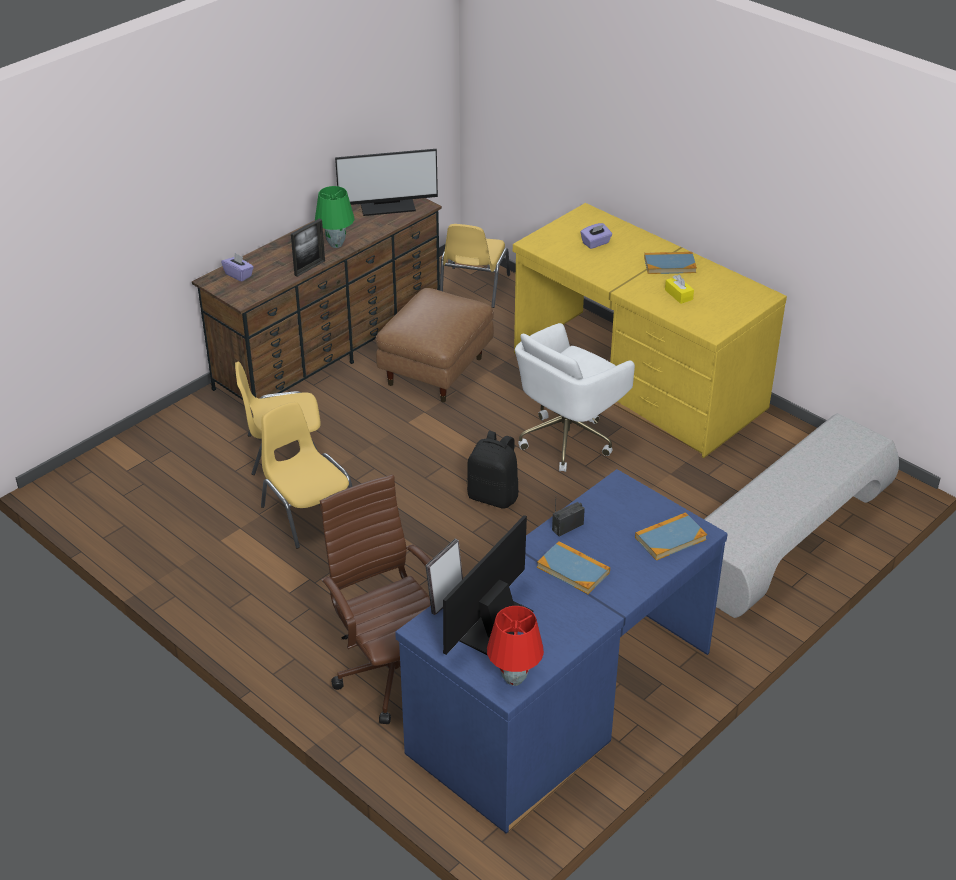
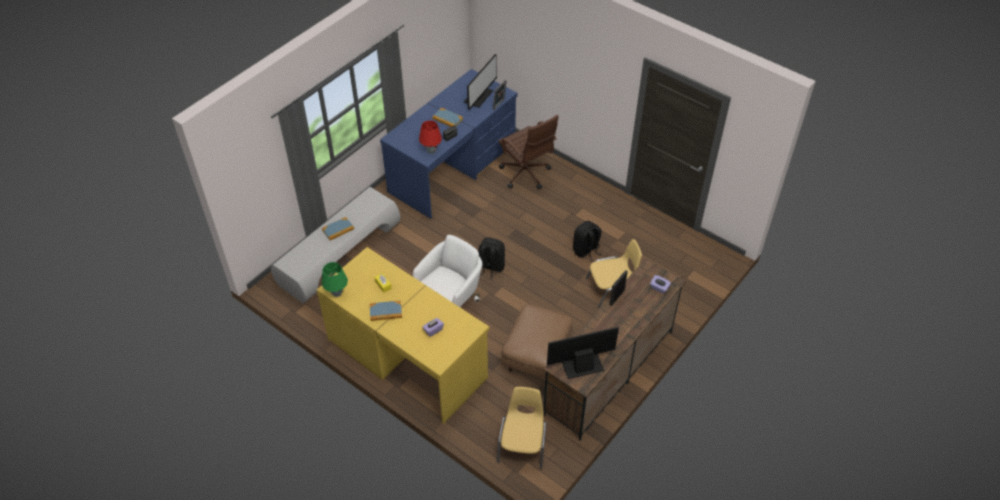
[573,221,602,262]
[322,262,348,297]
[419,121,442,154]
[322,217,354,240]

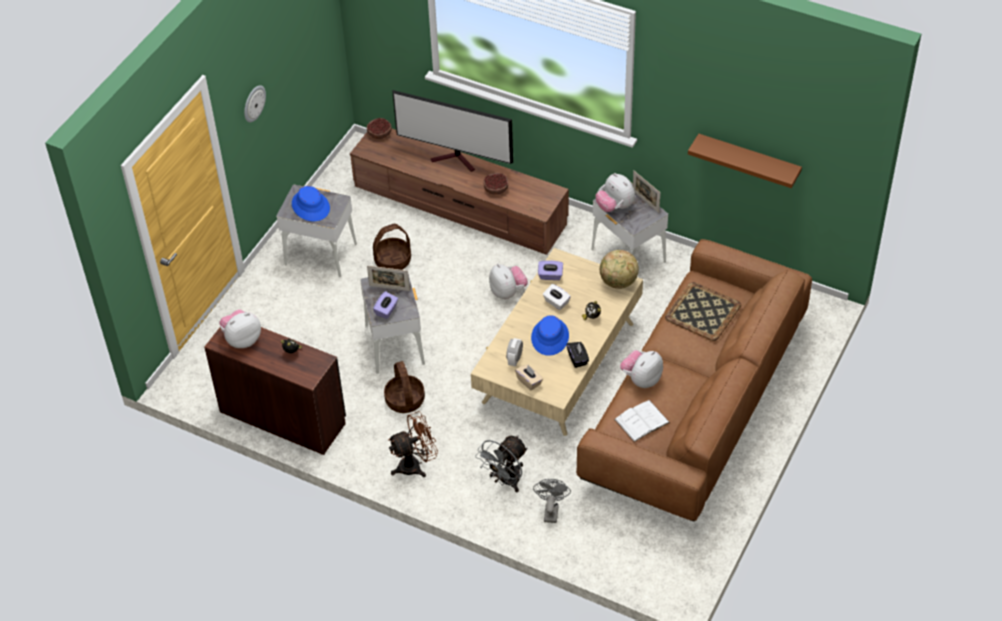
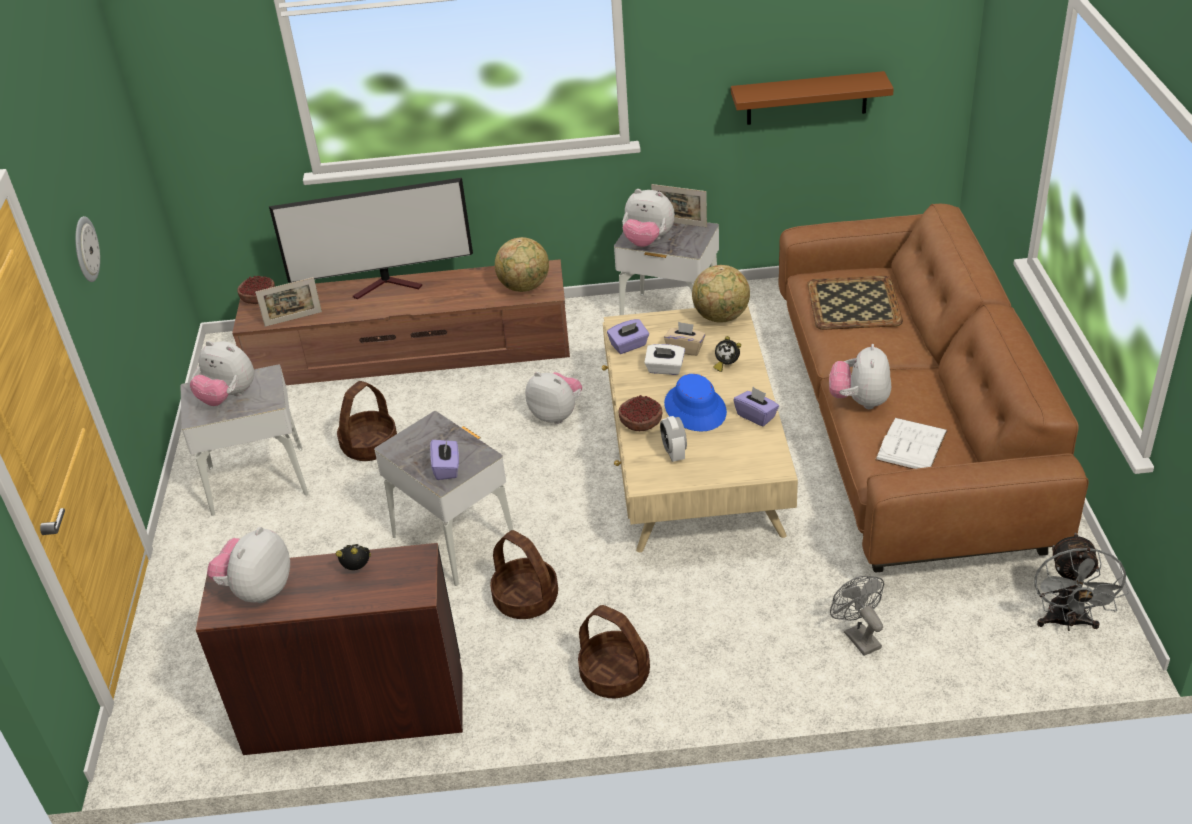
[190,341,254,406]
[255,277,322,327]
[578,605,650,698]
[1034,532,1129,631]
[619,395,662,431]
[664,322,706,356]
[734,387,779,427]
[495,237,549,292]

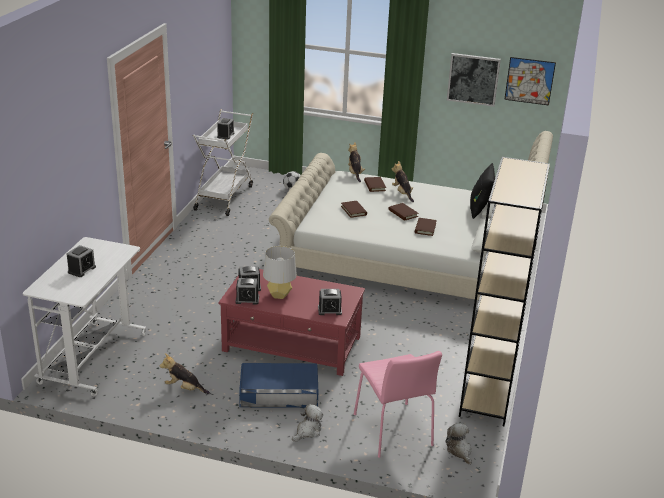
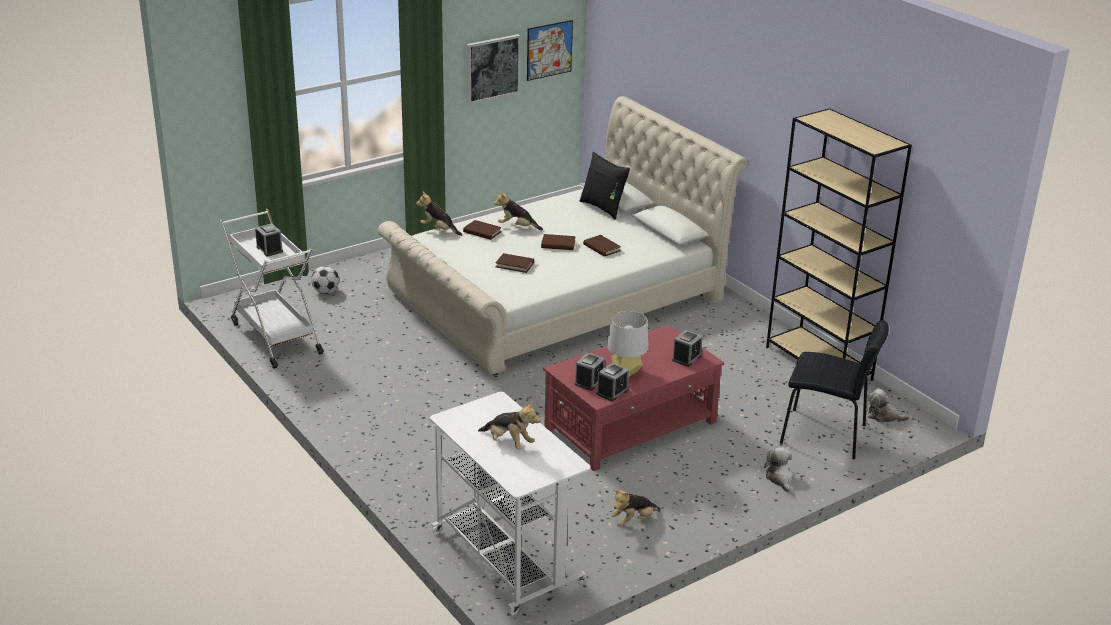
[478,401,540,449]
[239,363,318,408] (first image)
[780,320,889,459]

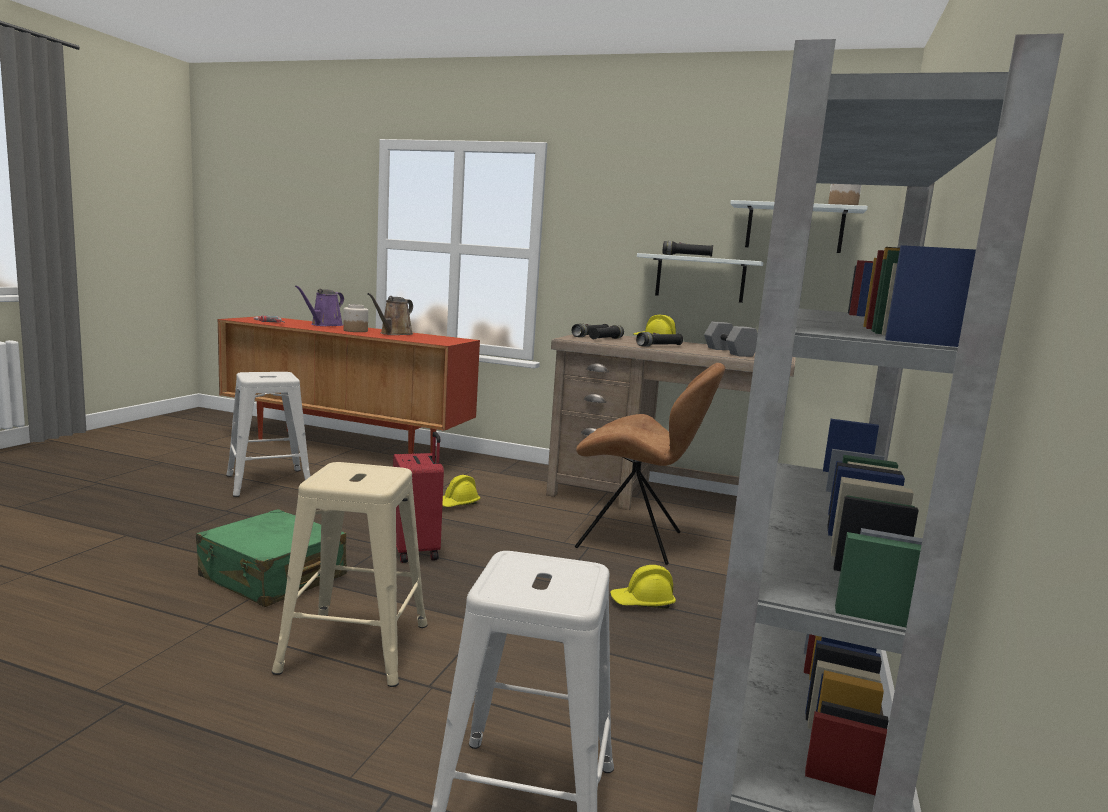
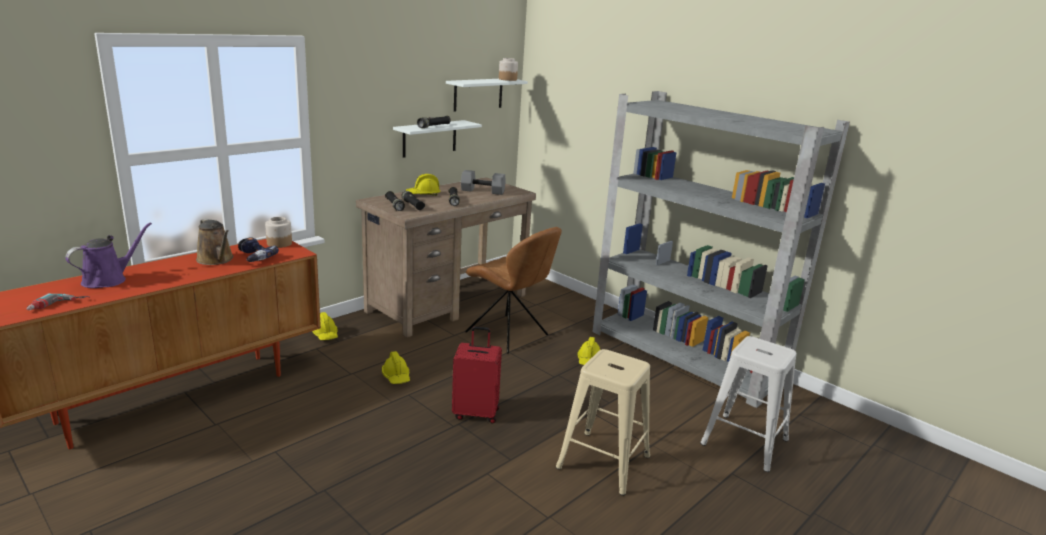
[196,509,347,607] (first image)
[226,372,310,497] (first image)
[66,222,152,288]
[265,217,292,248]
[465,227,562,354]
[238,237,279,262]
[312,312,338,340]

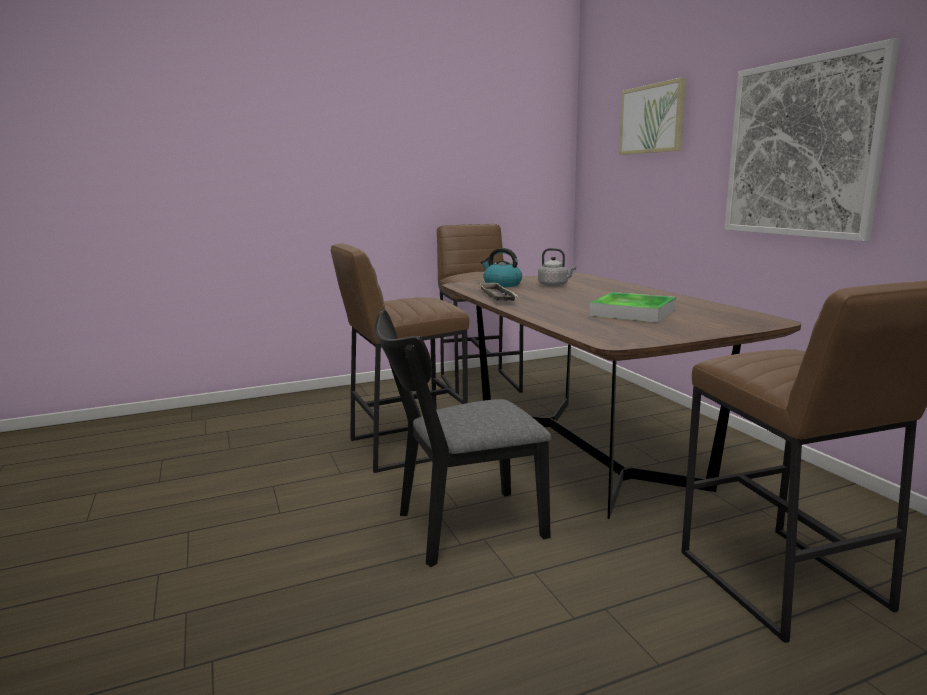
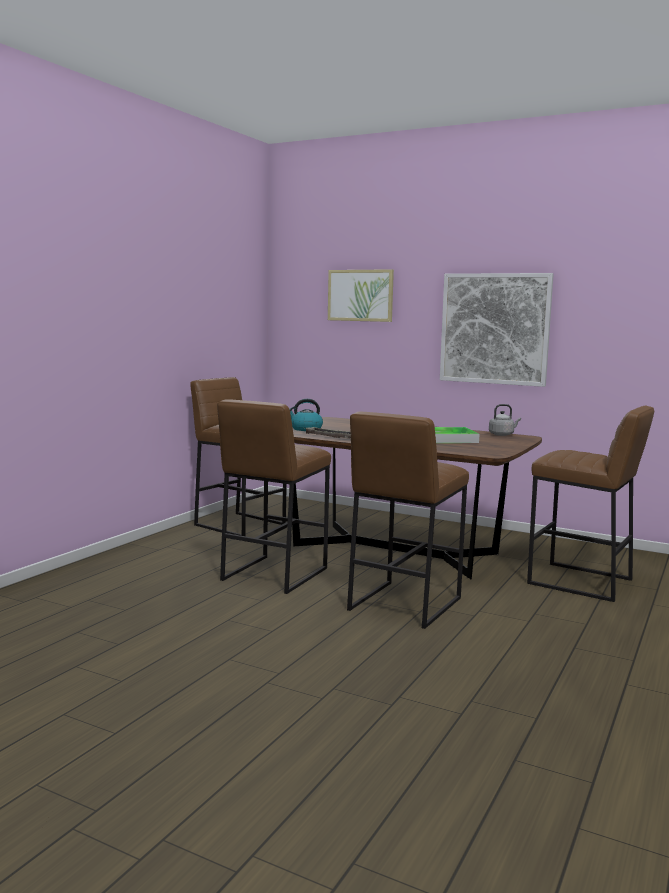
[347,412,469,629]
[489,404,521,436]

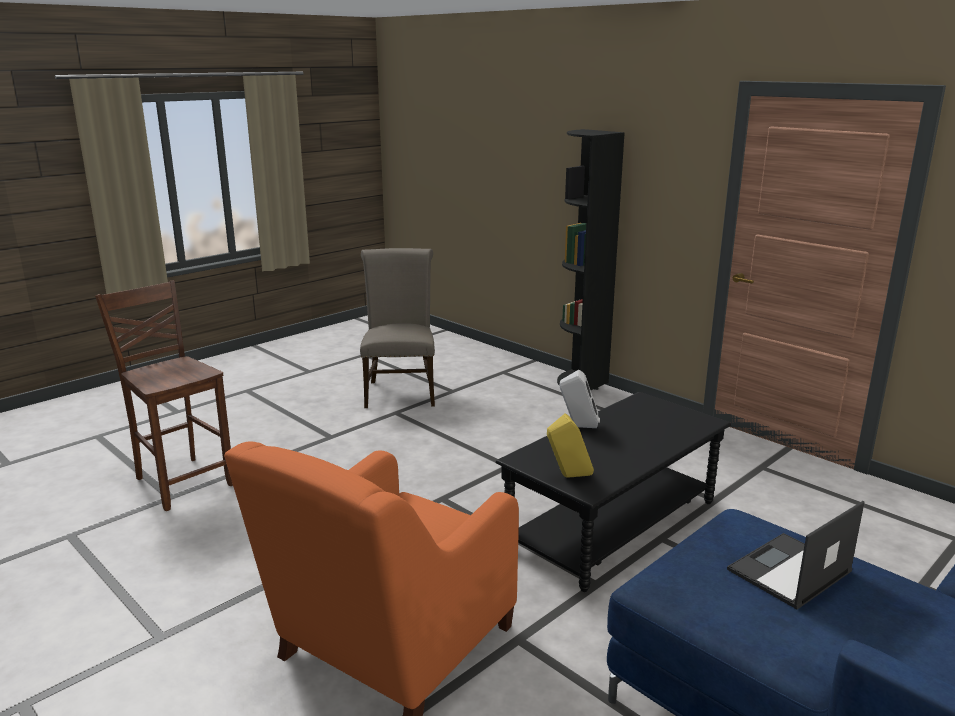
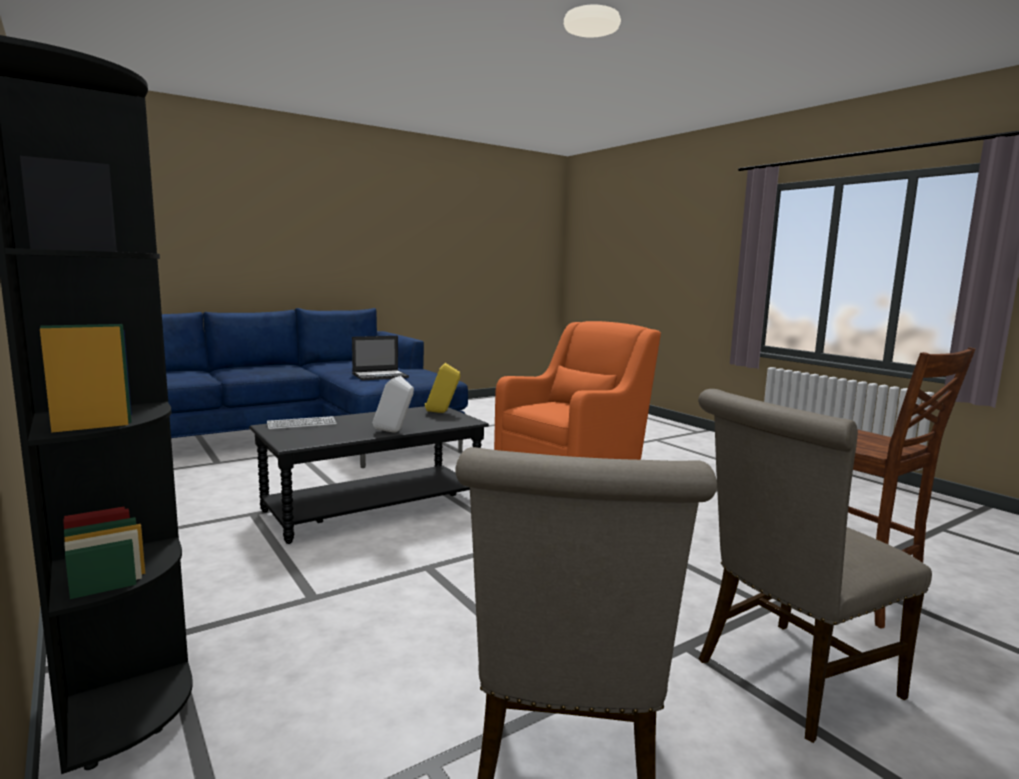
[267,416,337,430]
[698,389,932,743]

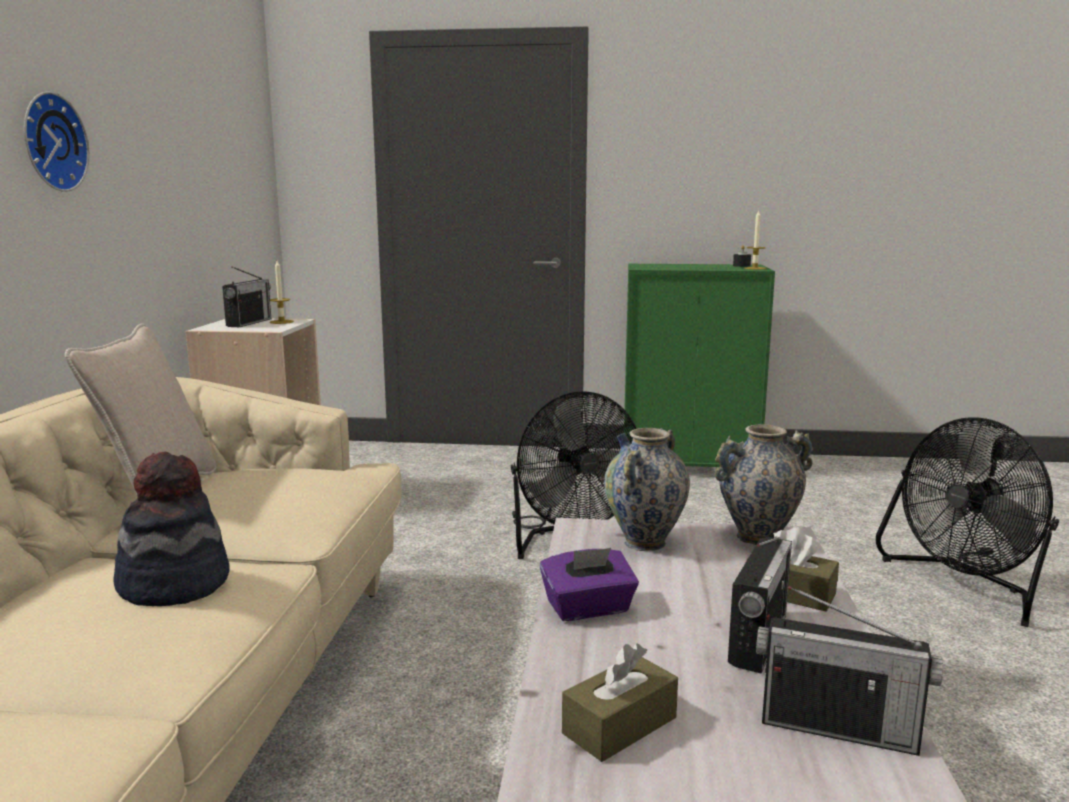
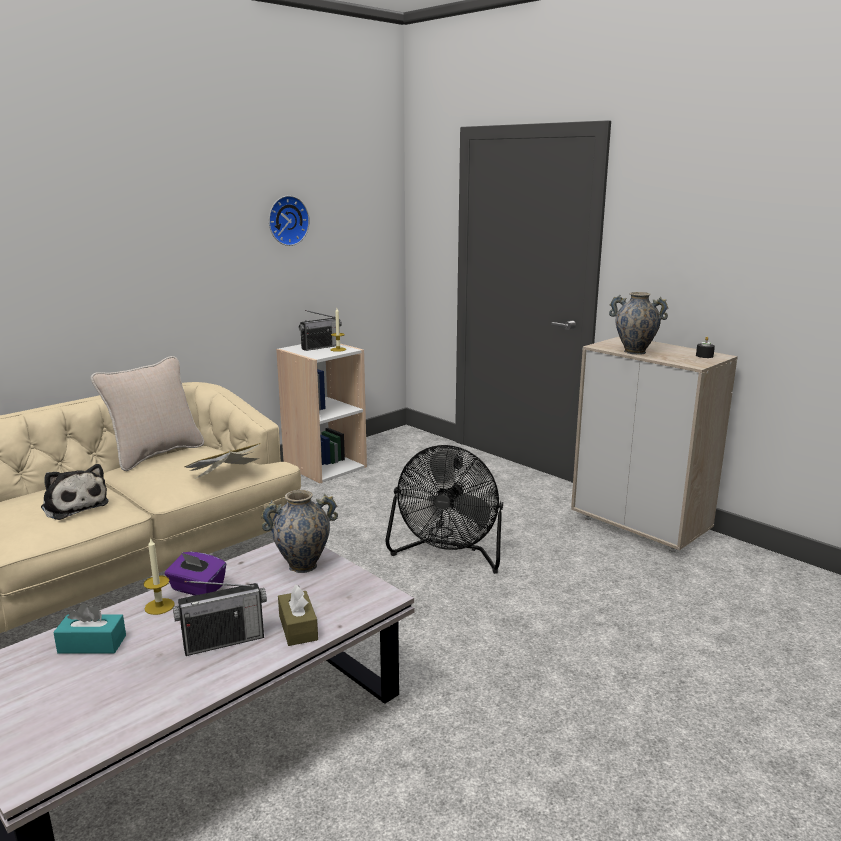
[269,195,310,246]
[41,464,109,520]
[53,603,126,654]
[571,337,738,552]
[609,292,669,355]
[143,537,175,615]
[756,586,943,756] (first image)
[876,417,1059,627] (first image)
[184,443,261,479]

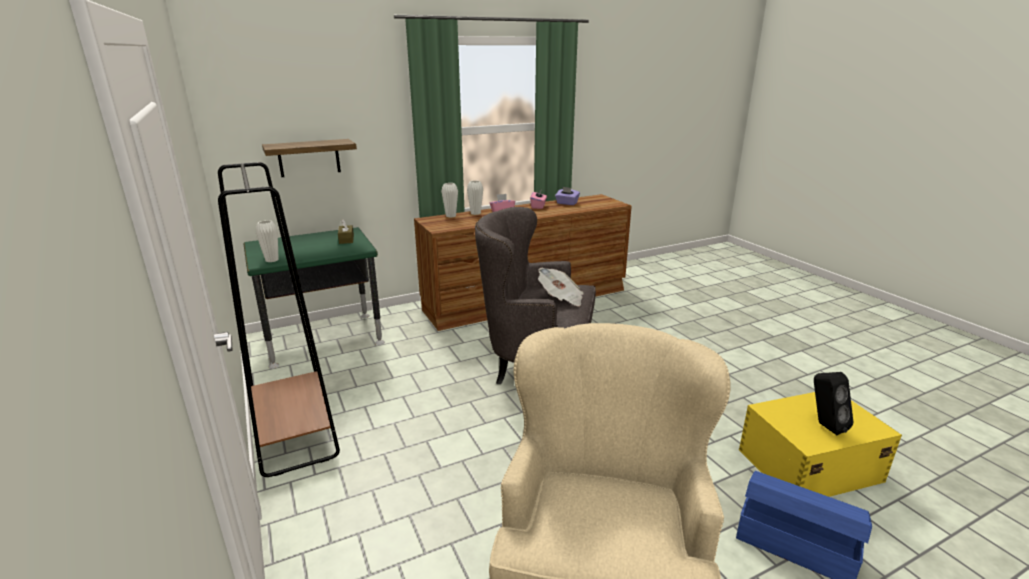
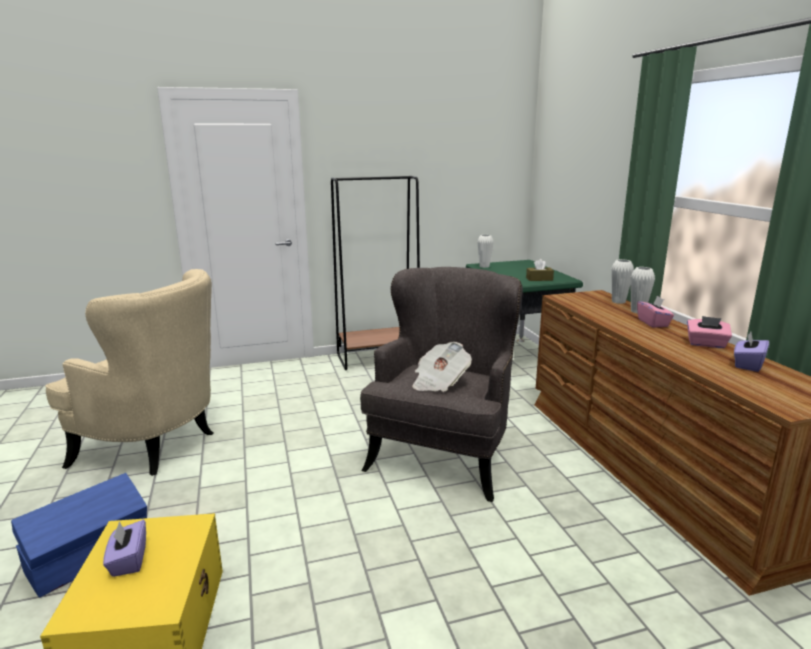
[262,139,357,177] (first image)
[103,520,146,577]

